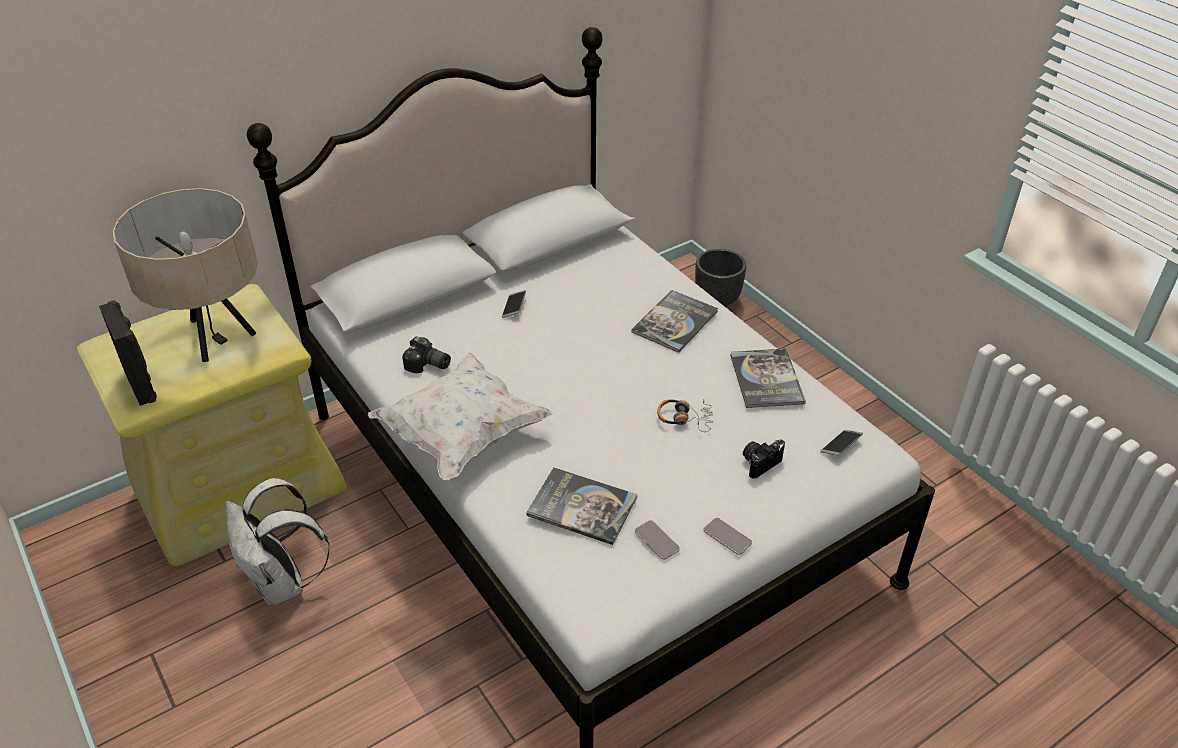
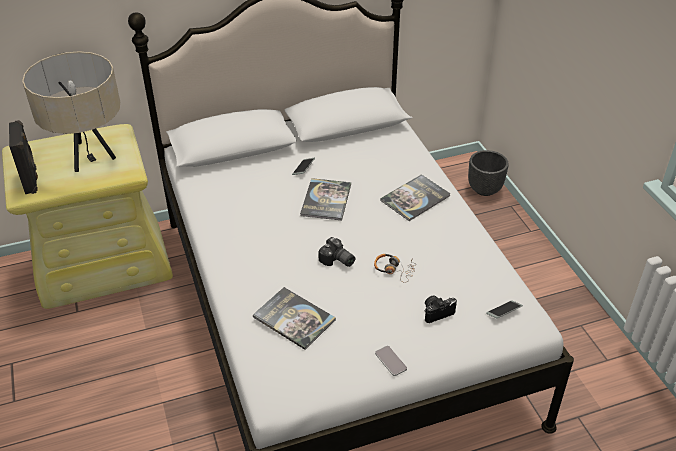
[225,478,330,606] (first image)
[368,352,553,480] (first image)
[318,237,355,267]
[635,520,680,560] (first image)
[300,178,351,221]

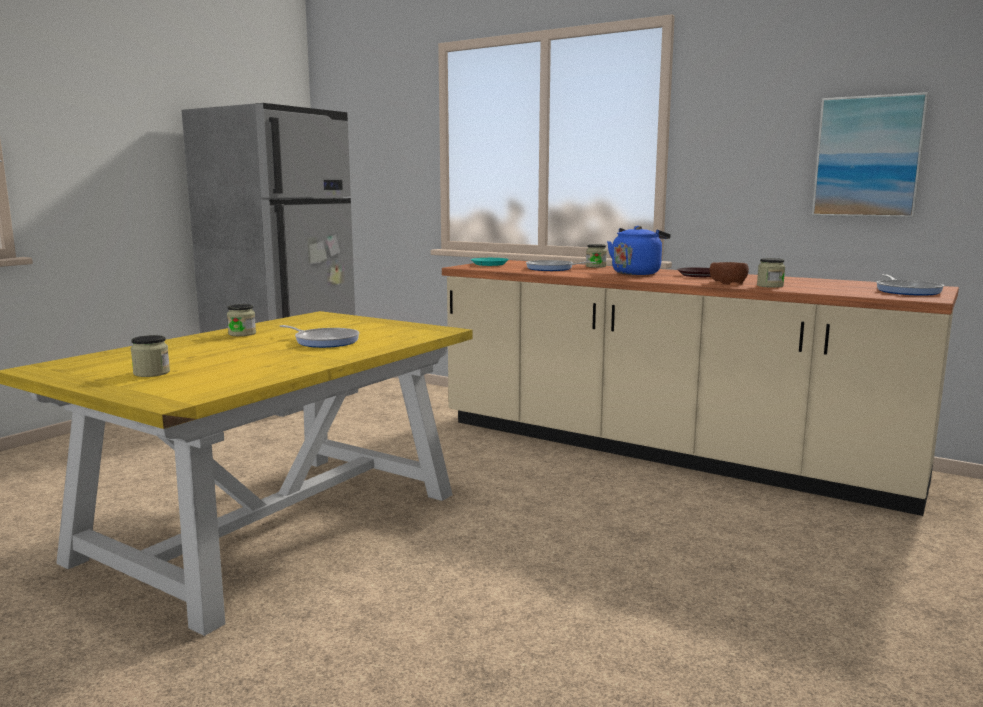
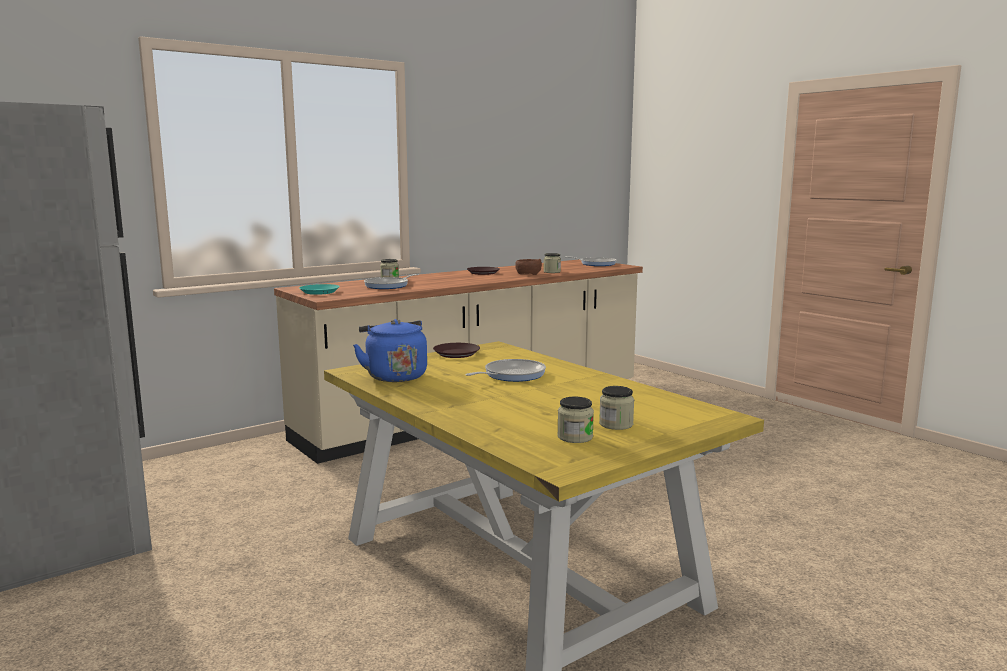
[557,397,594,443]
[353,319,427,382]
[812,92,929,218] (first image)
[433,343,480,358]

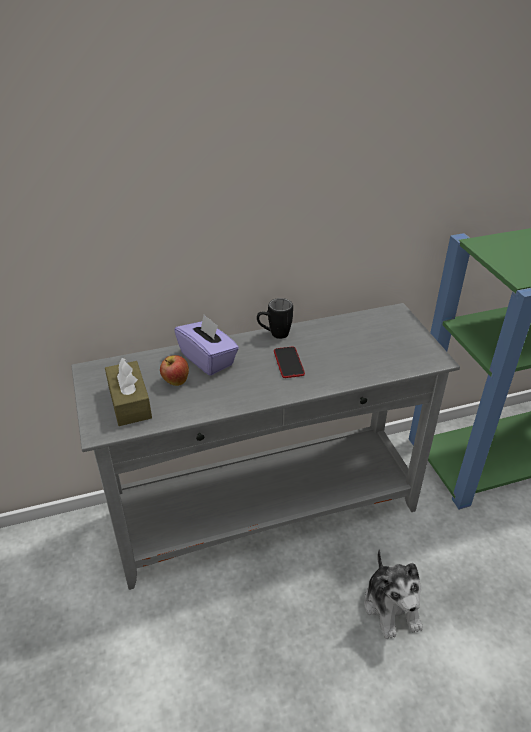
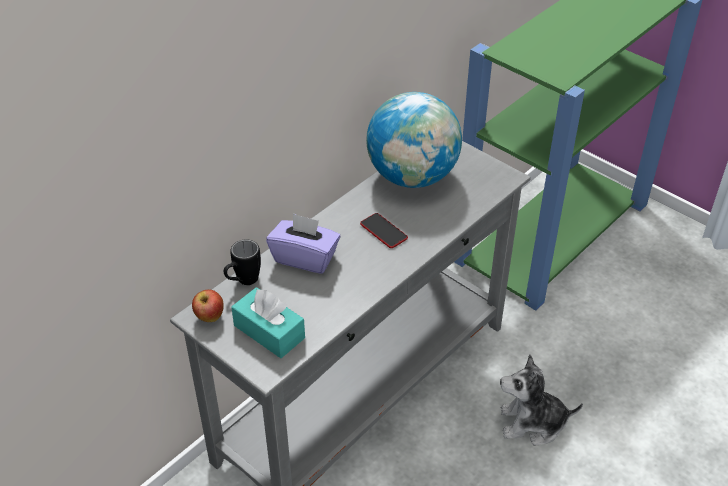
[231,287,305,358]
[192,289,224,322]
[224,239,261,285]
[500,354,583,446]
[366,92,462,188]

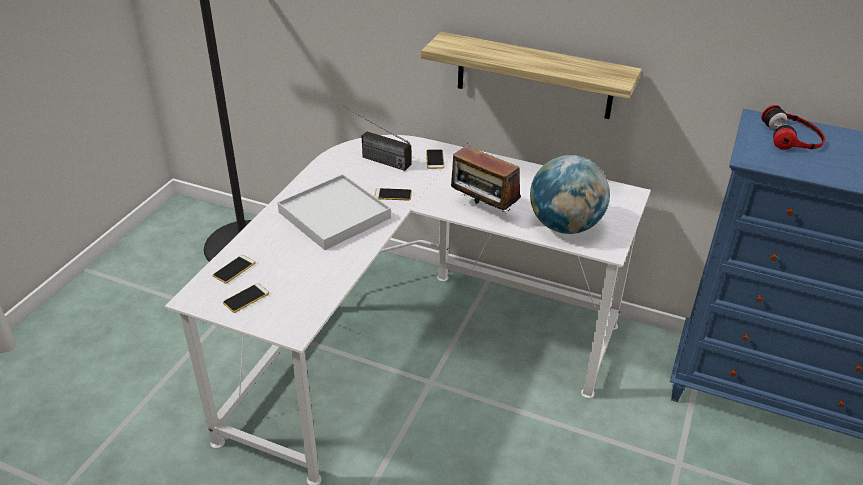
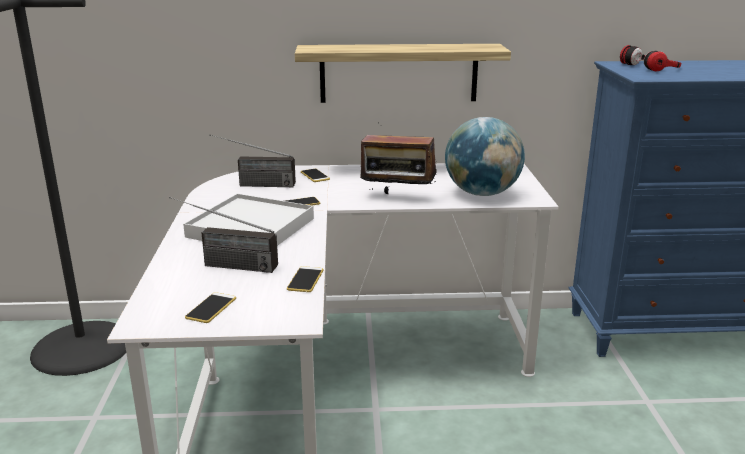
[287,266,324,292]
[169,196,278,273]

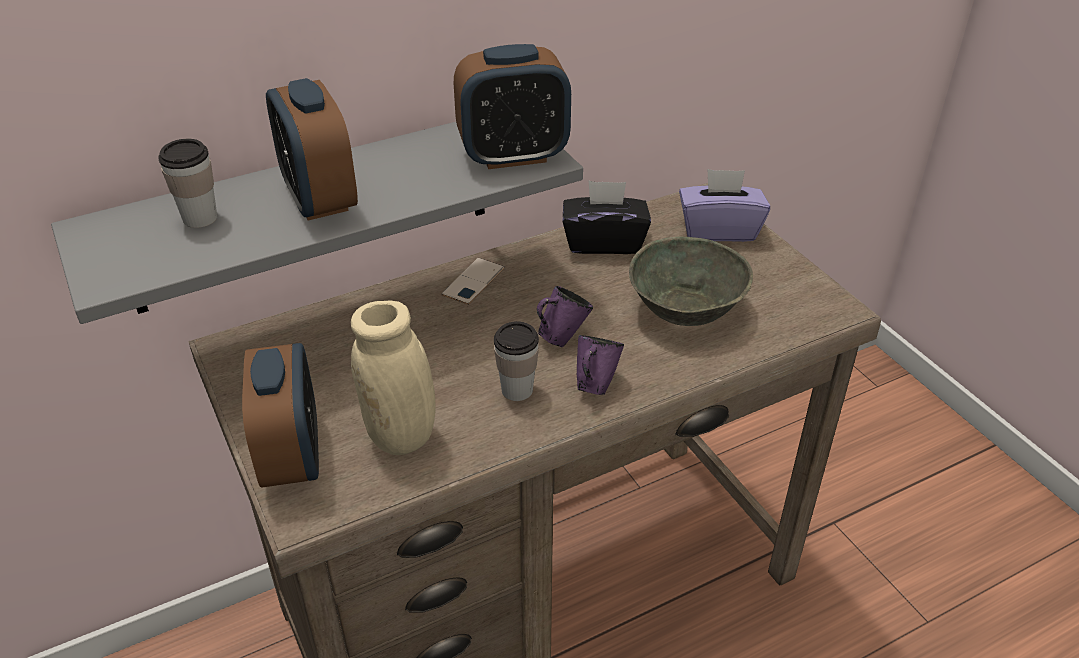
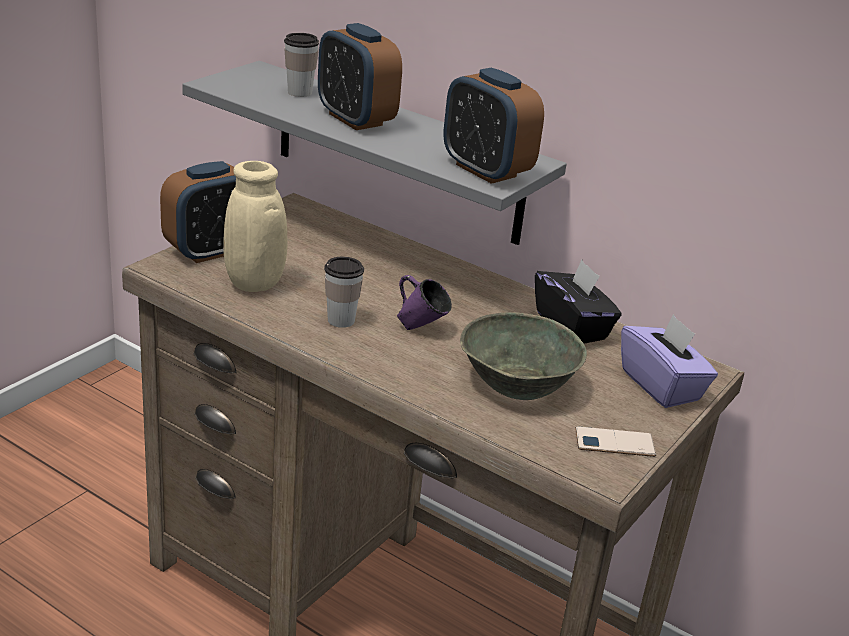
[318,23,402,130]
[575,426,656,457]
[577,335,624,395] (first image)

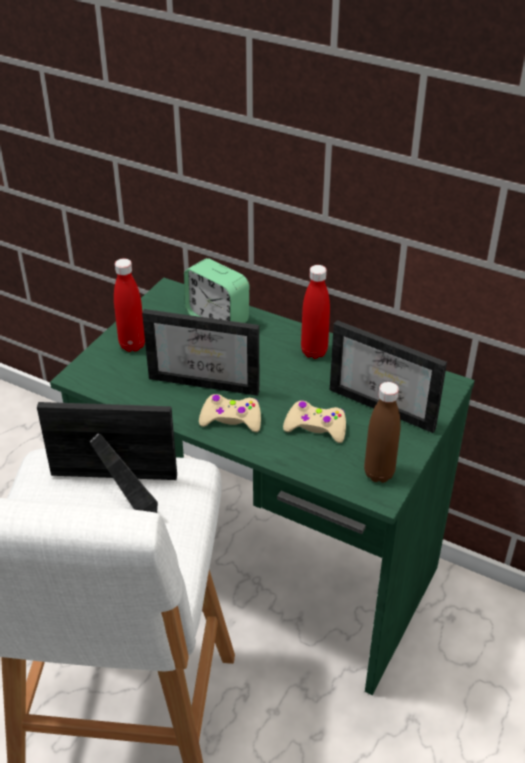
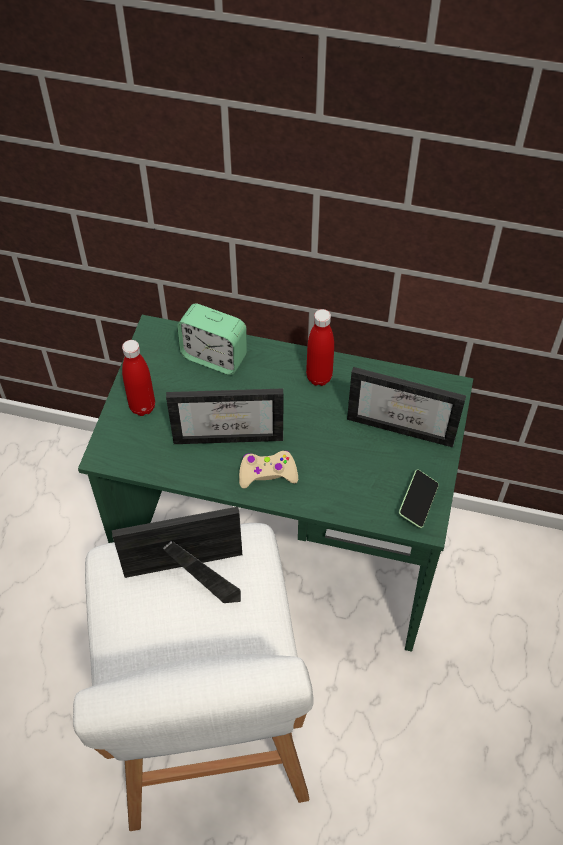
[283,401,346,443] (first image)
[399,469,439,528]

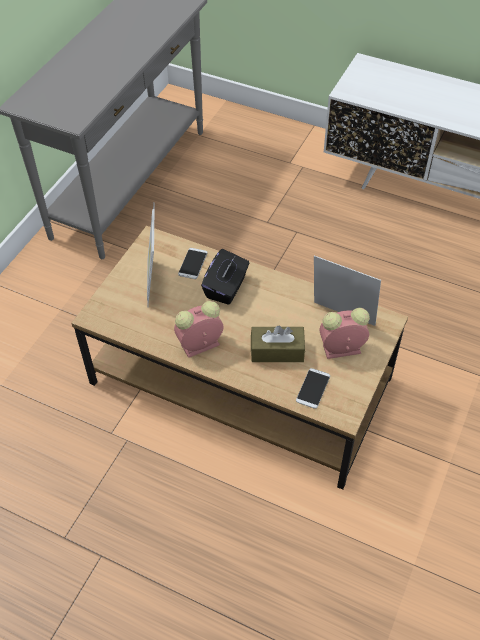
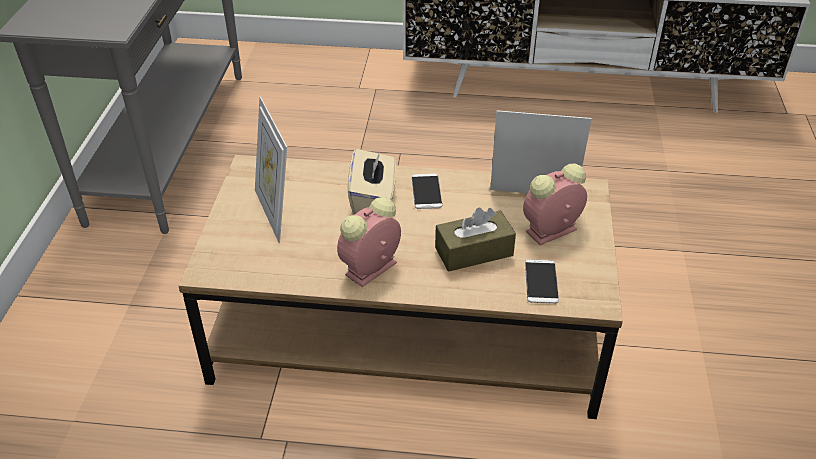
[412,174,442,209]
[348,149,396,214]

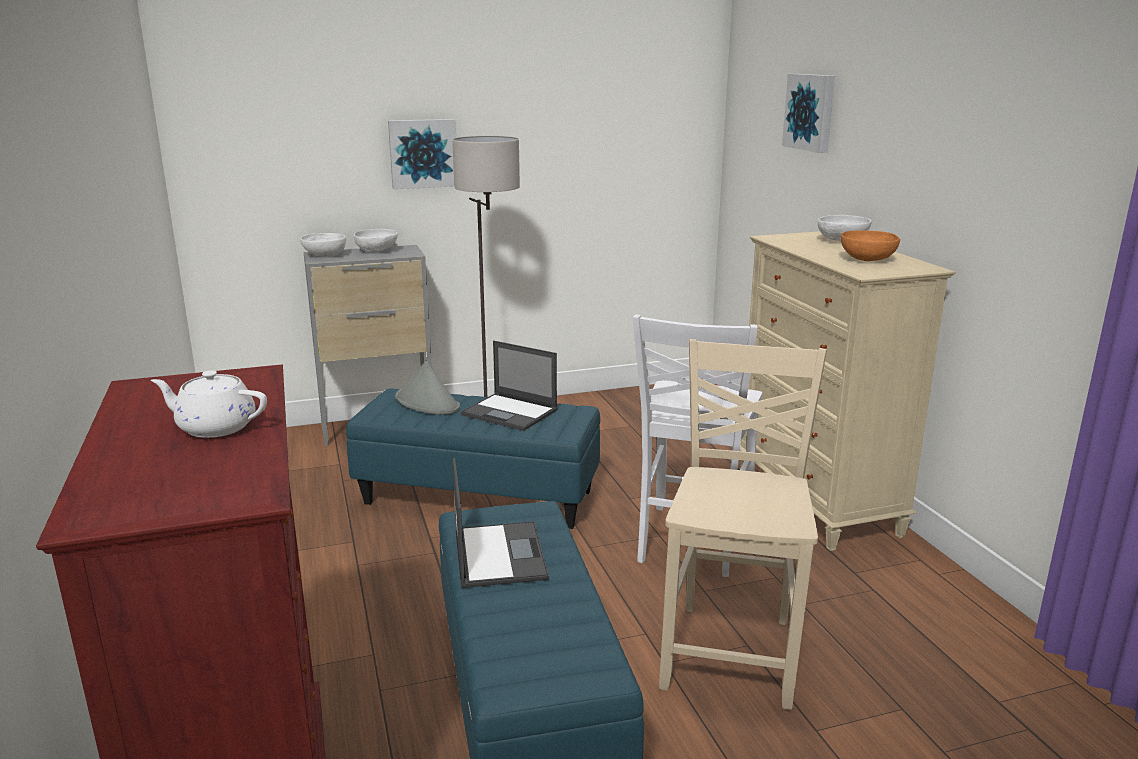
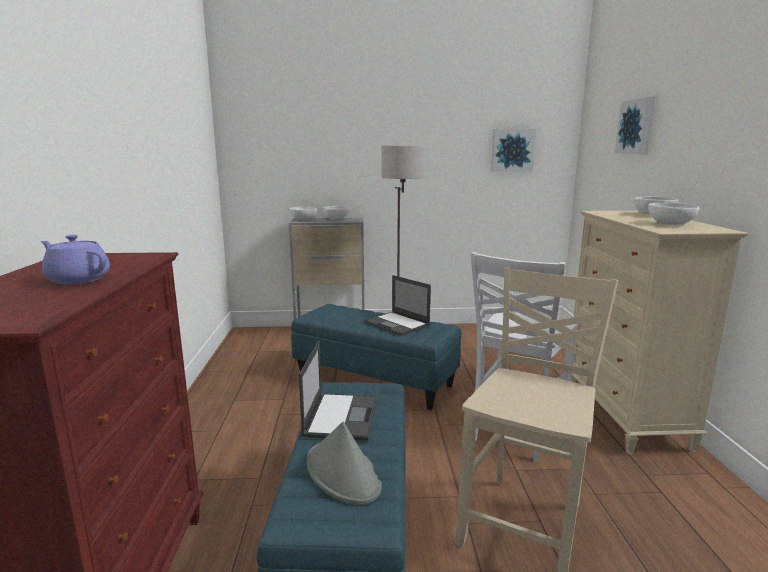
[41,235,110,284]
[491,129,536,172]
[307,422,382,505]
[648,203,699,225]

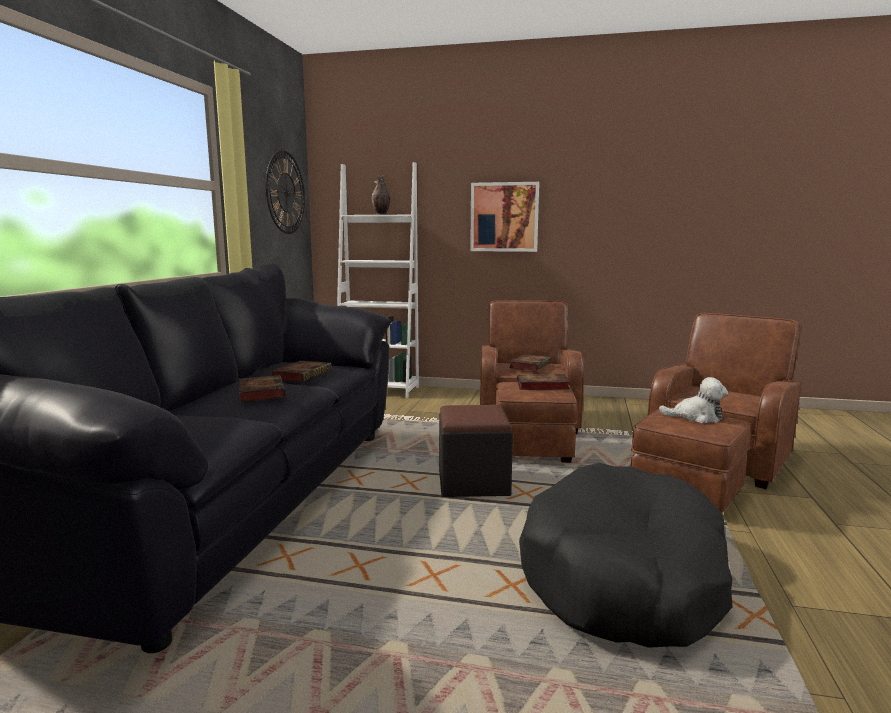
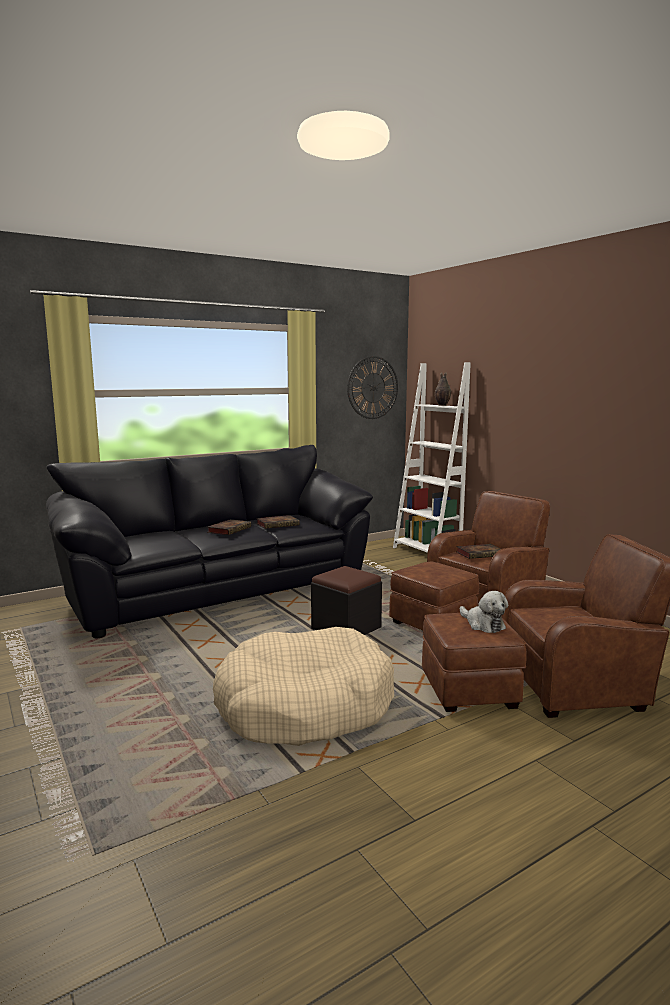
[470,182,539,252] (first image)
[517,374,570,390] (first image)
[213,627,394,746]

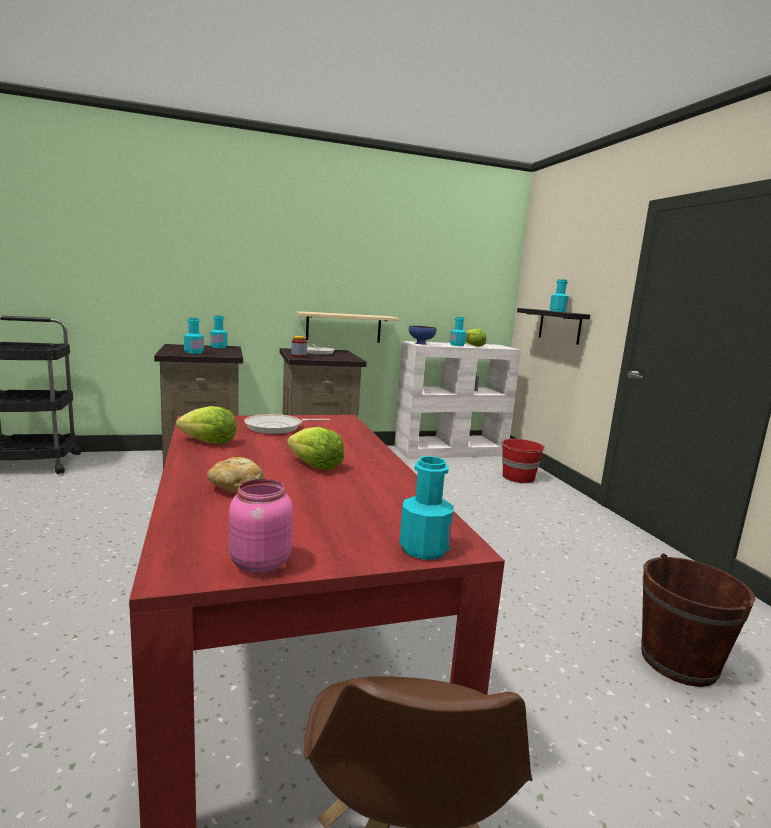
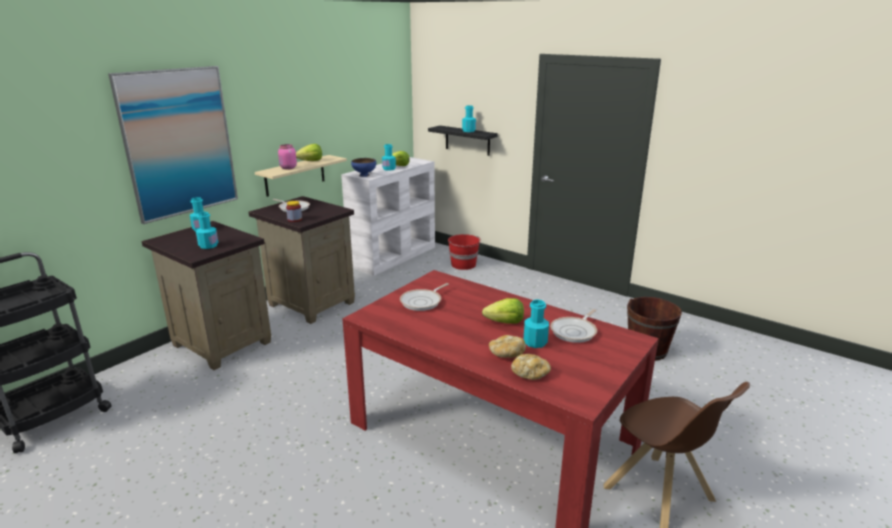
[296,144,322,161]
[278,144,297,170]
[524,299,549,348]
[108,66,238,224]
[511,354,551,380]
[550,309,597,343]

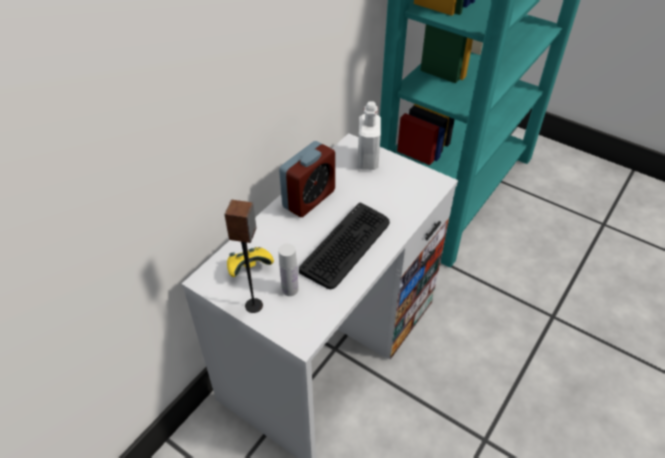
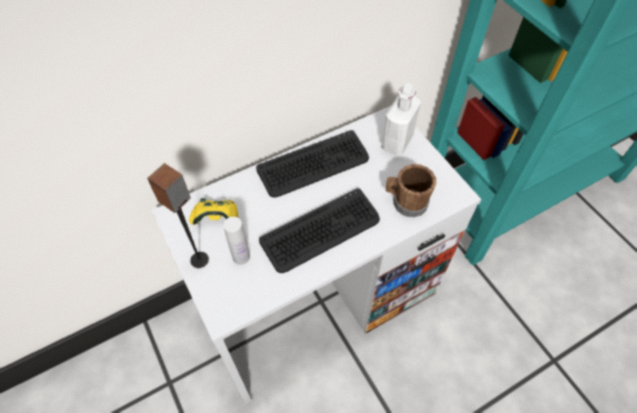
[256,130,369,198]
[386,164,437,217]

